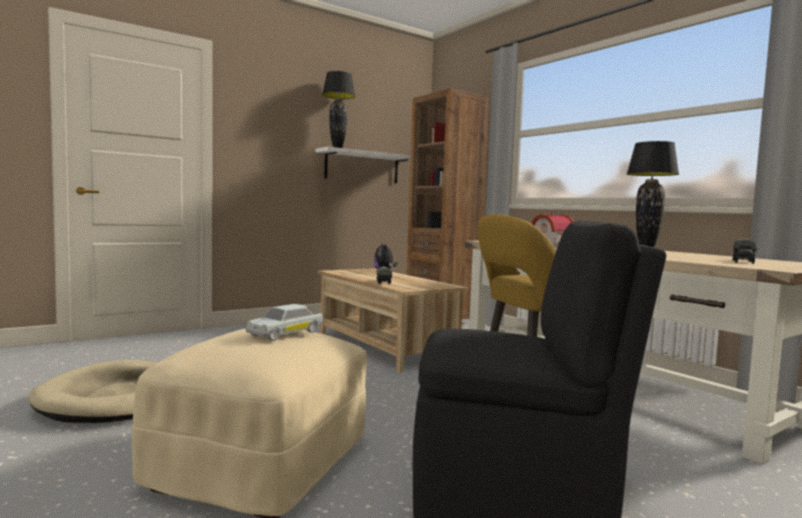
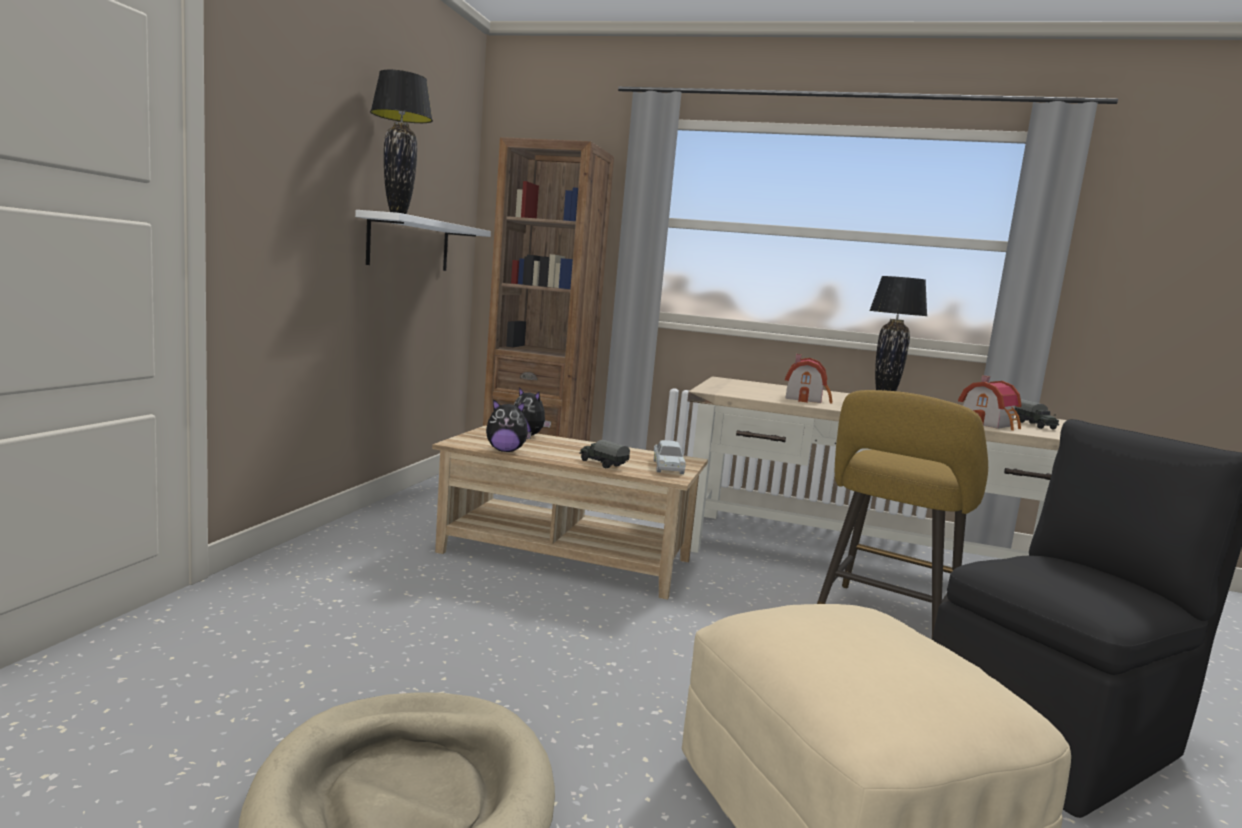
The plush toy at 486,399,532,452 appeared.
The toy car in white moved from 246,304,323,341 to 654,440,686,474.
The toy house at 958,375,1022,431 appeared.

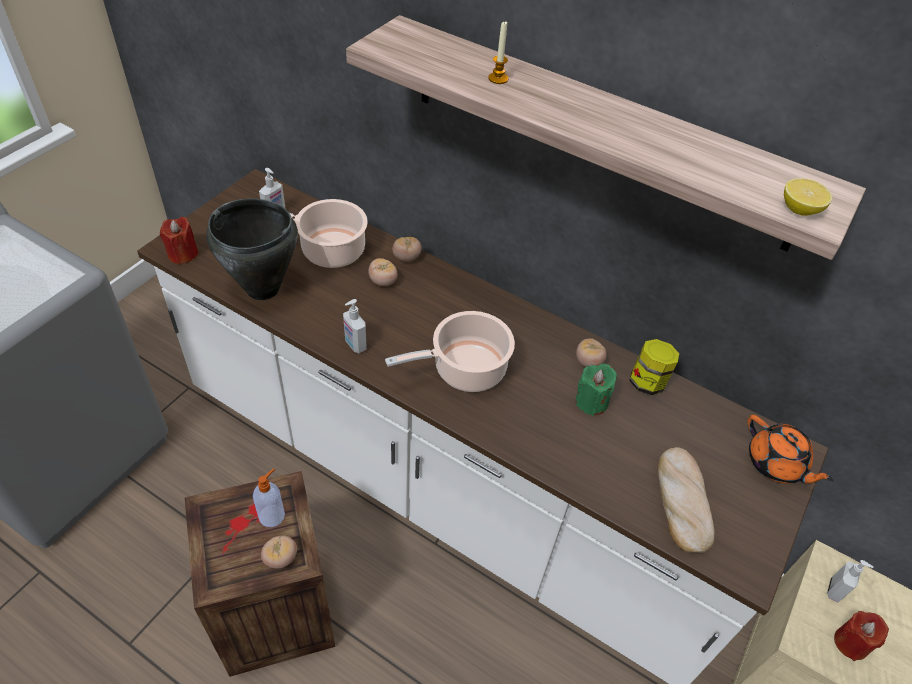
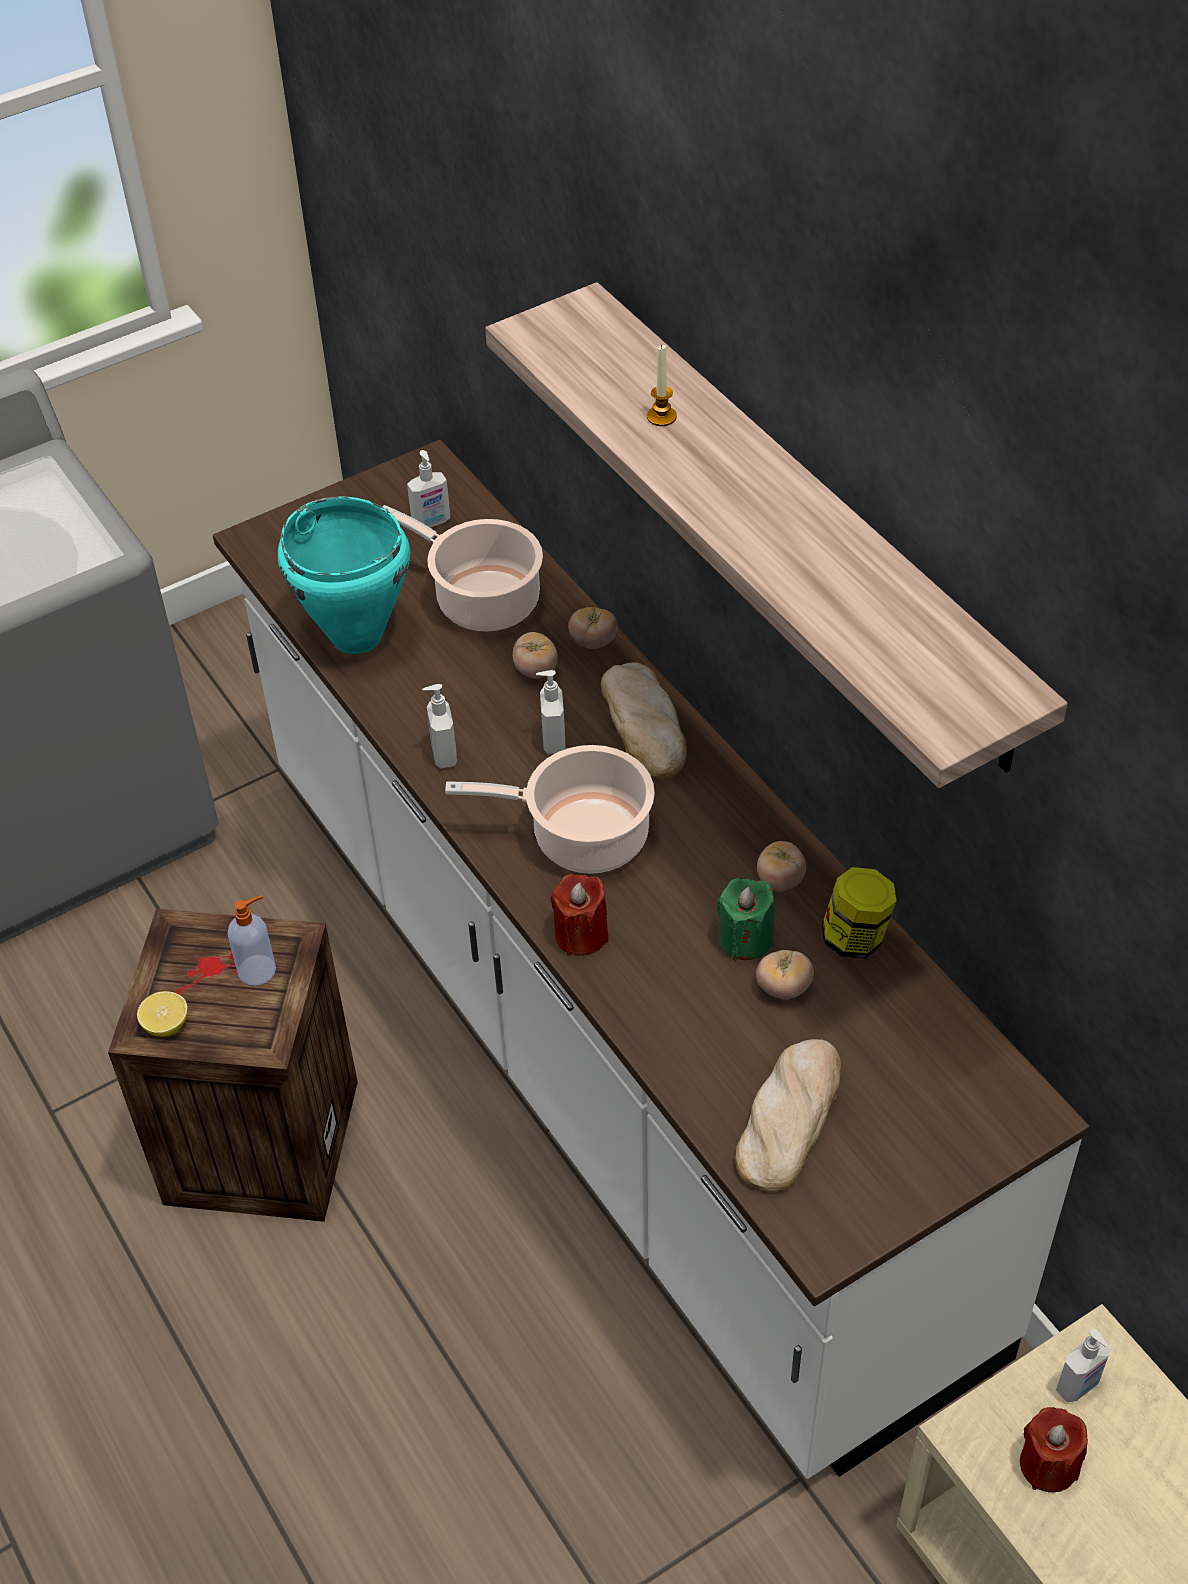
The lemon moved from 784,178,832,216 to 137,991,188,1037.
The cooking pot in black at 206,198,298,300 became the cooking pot in turquoise at 278,496,410,654.
The soap dispenser at 536,670,566,754 appeared.
The candle in red moved from 160,217,199,265 to 551,874,609,956.
The bread at 601,662,687,779 appeared.
The tomato moved from 261,535,297,569 to 756,950,814,999.
The teapot in orange at 748,415,834,484 disappeared.

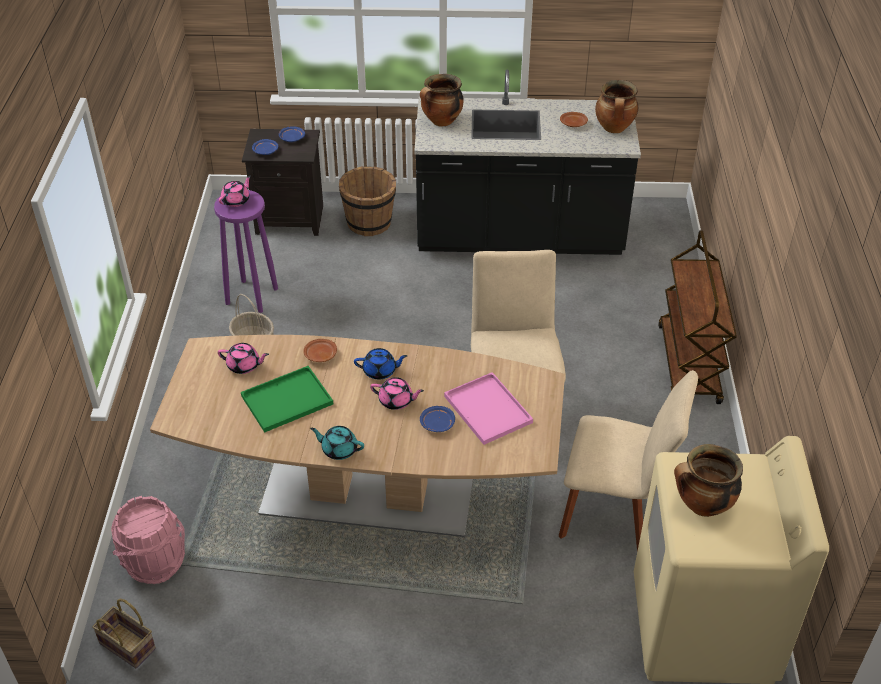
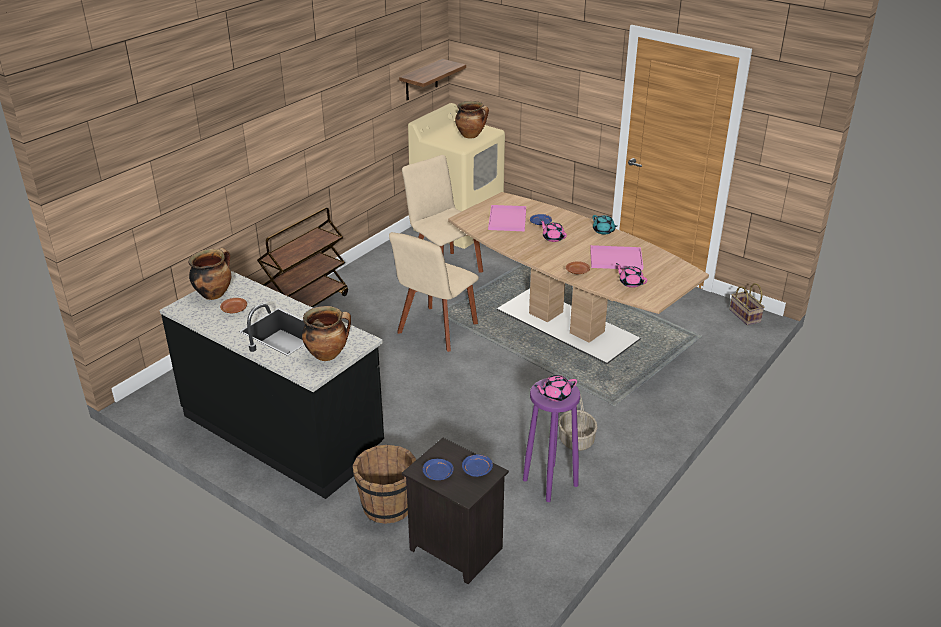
The shelf at 399,59,466,100 appeared.
The tray in green at 241,366,333,433 became the tray in pink at 590,245,643,270.
The bucket in pink at 111,496,185,584 disappeared.
The teapot in blue at 354,348,407,379 disappeared.

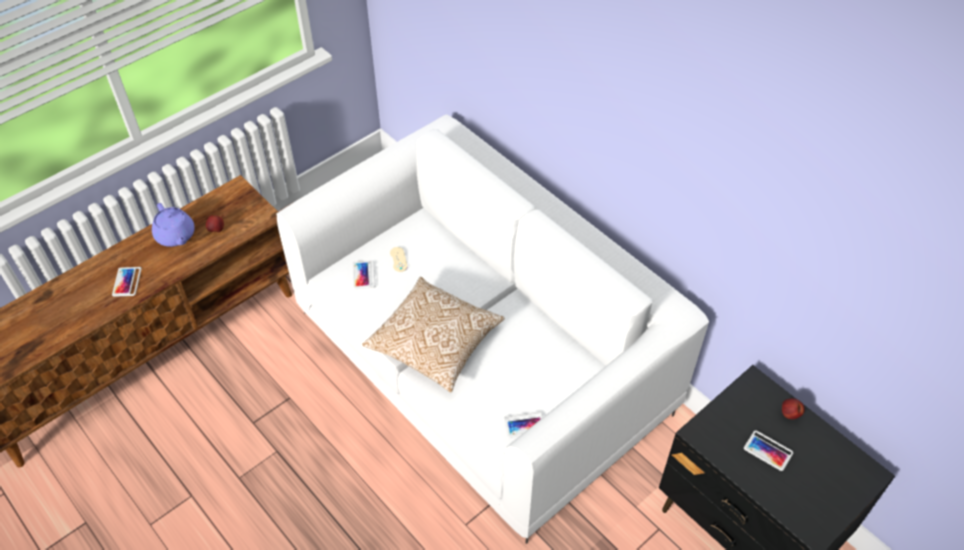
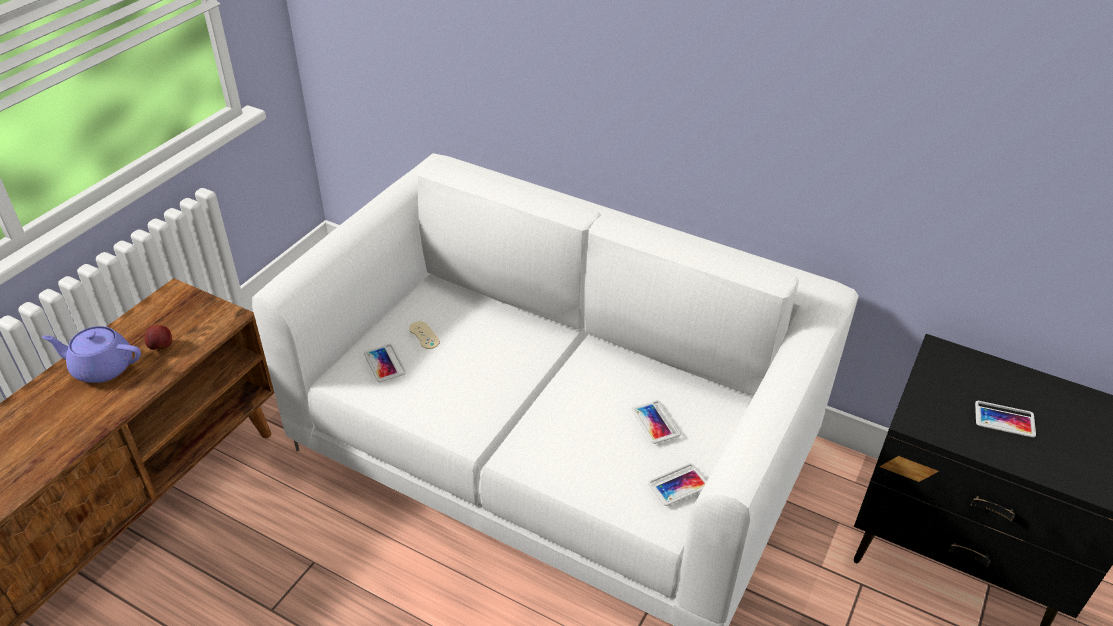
The teapot in purple at 152,203,195,247 turned 150 degrees clockwise.
The phone moved from 112,267,141,297 to 631,400,681,444.
The pillow at 362,277,505,392 disappeared.
The apple at 782,398,805,419 disappeared.

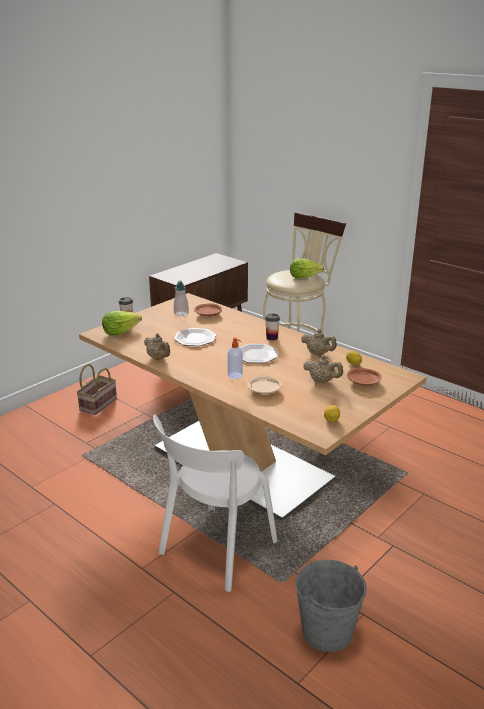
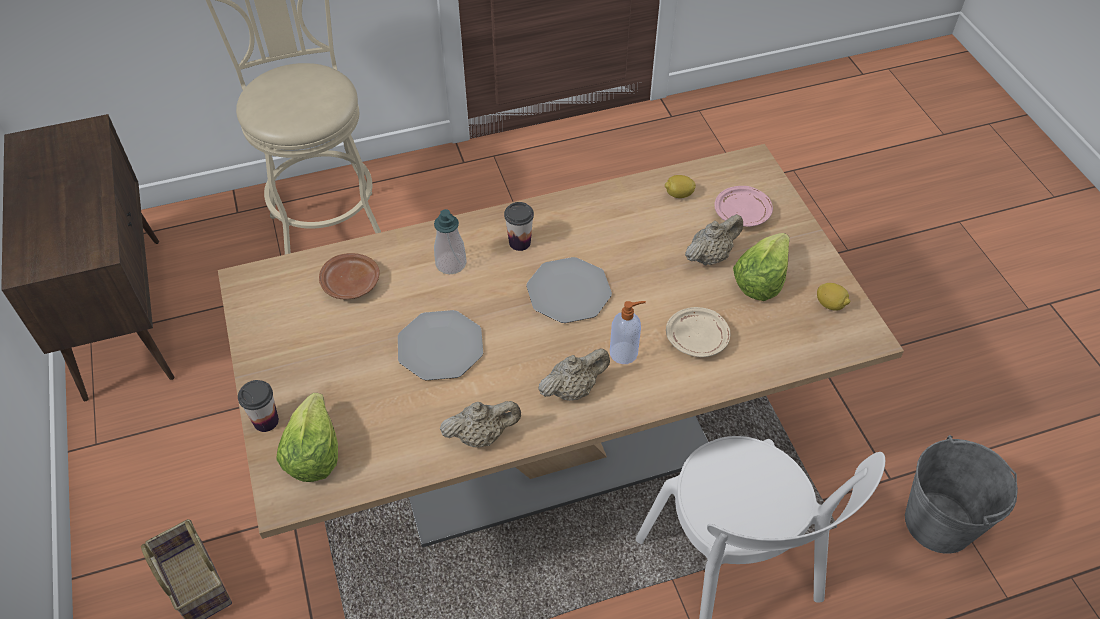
The soap dispenser moved from 174,281,189,317 to 434,209,467,274.
The teapot in beige moved from 301,329,337,355 to 538,348,610,401.
The plate in brown at 347,368,382,386 became the plate in pink at 714,186,773,227.
The lettuce moved from 290,258,324,278 to 733,233,790,301.

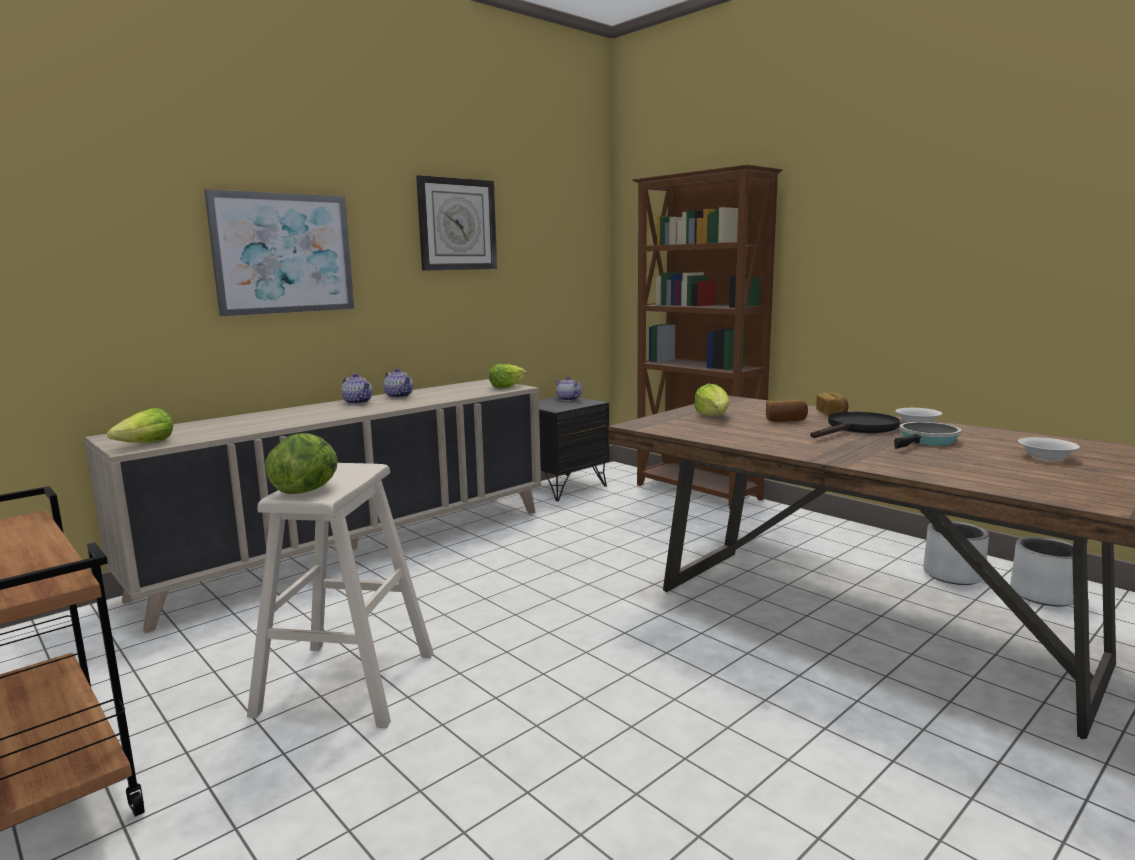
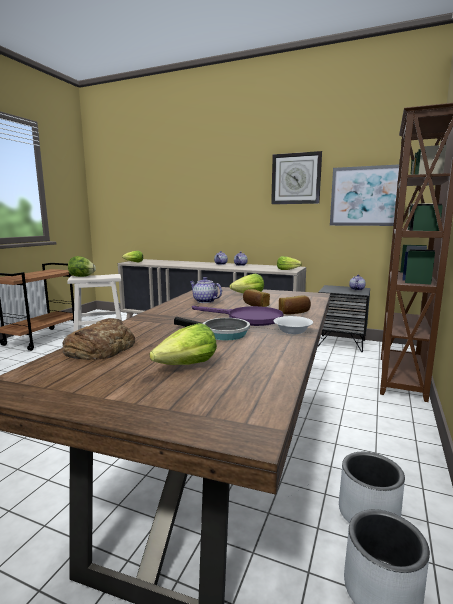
The bread at 63,318,135,360 appeared.
The bowl in white at 1018,437,1080,461 was replaced by the lettuce at 150,323,217,365.
The teapot at 190,277,222,303 appeared.
The frying pan in black at 810,412,900,438 became the frying pan in purple at 192,306,283,326.
The picture moved from 204,189,354,316 to 330,164,399,226.

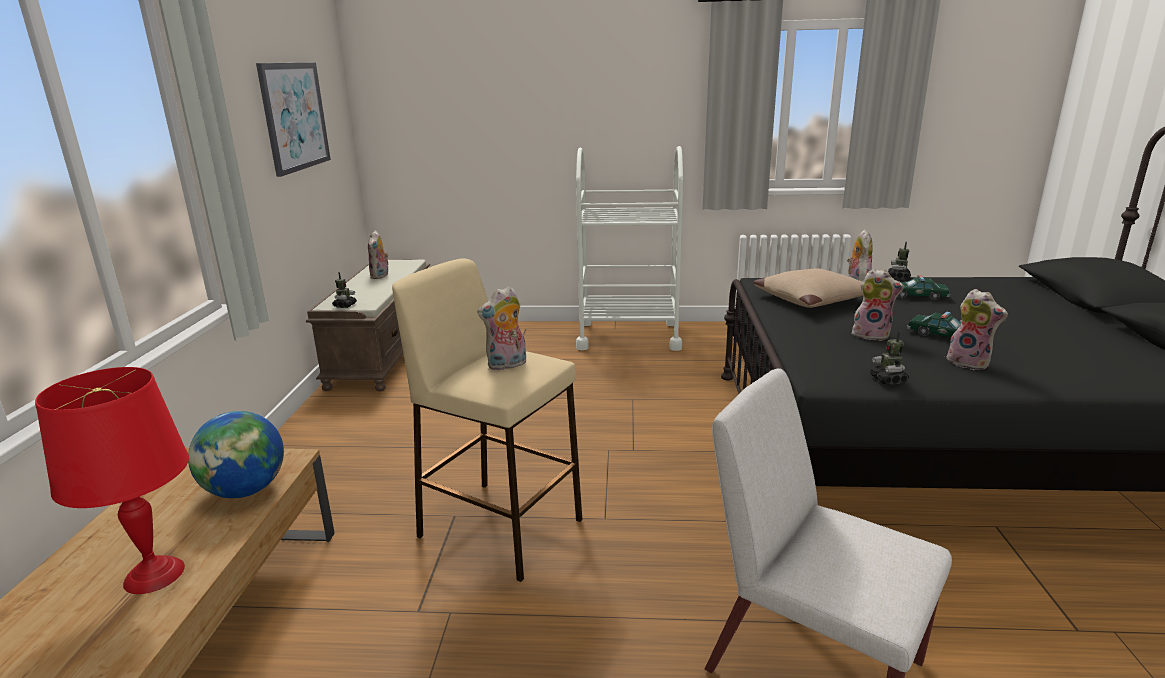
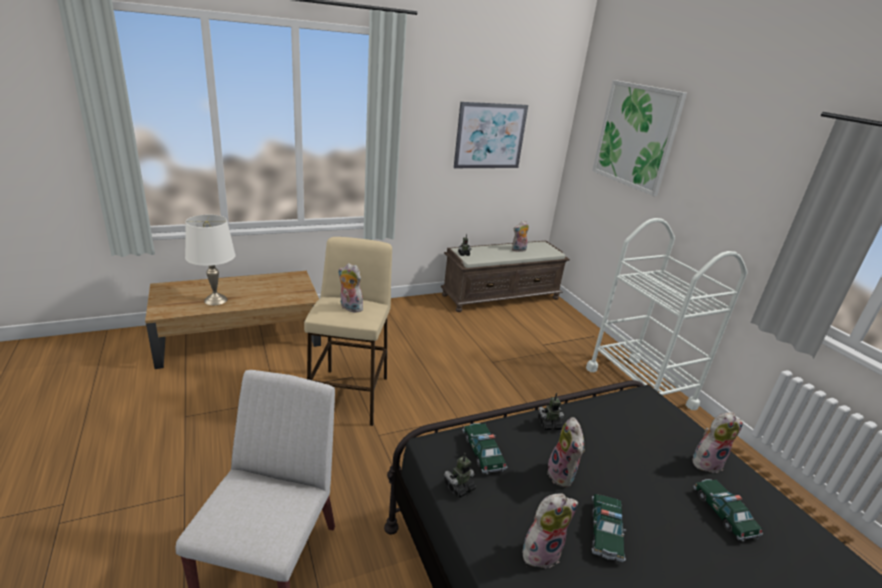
The table lamp in red at 35,367,189,594 became the table lamp in white at 185,215,236,305.
The toy car at 463,423,507,474 appeared.
The plush toy at 946,289,1008,370 turned 135 degrees counterclockwise.
The toy robot moved from 888,242,911,279 to 539,393,564,430.
The picture at 592,80,687,196 appeared.
The globe at 188,411,284,498 disappeared.
The pillow in beige at 753,268,863,308 disappeared.

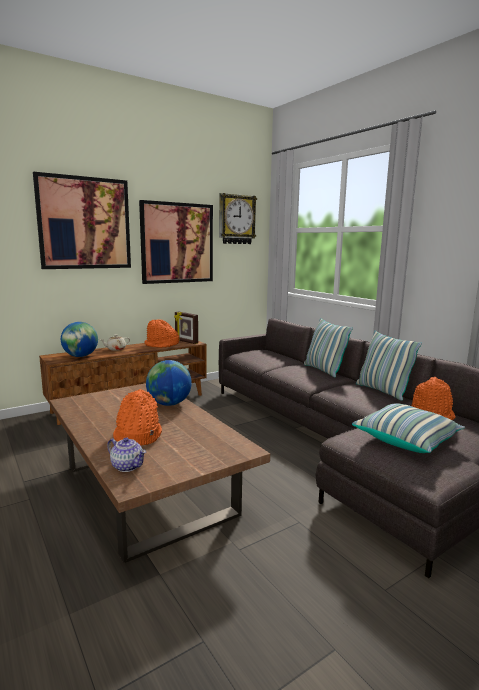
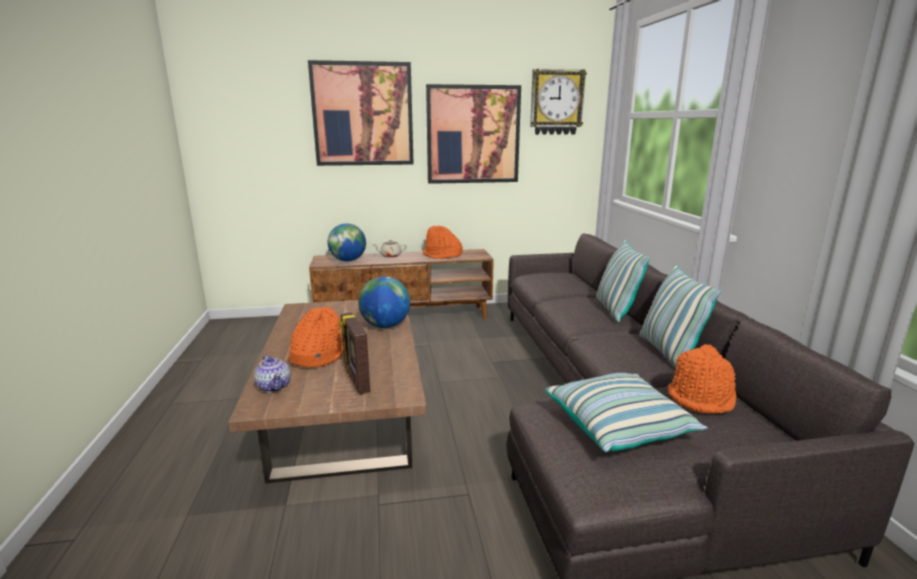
The picture frame moved from 174,312,198,344 to 339,312,370,395.

